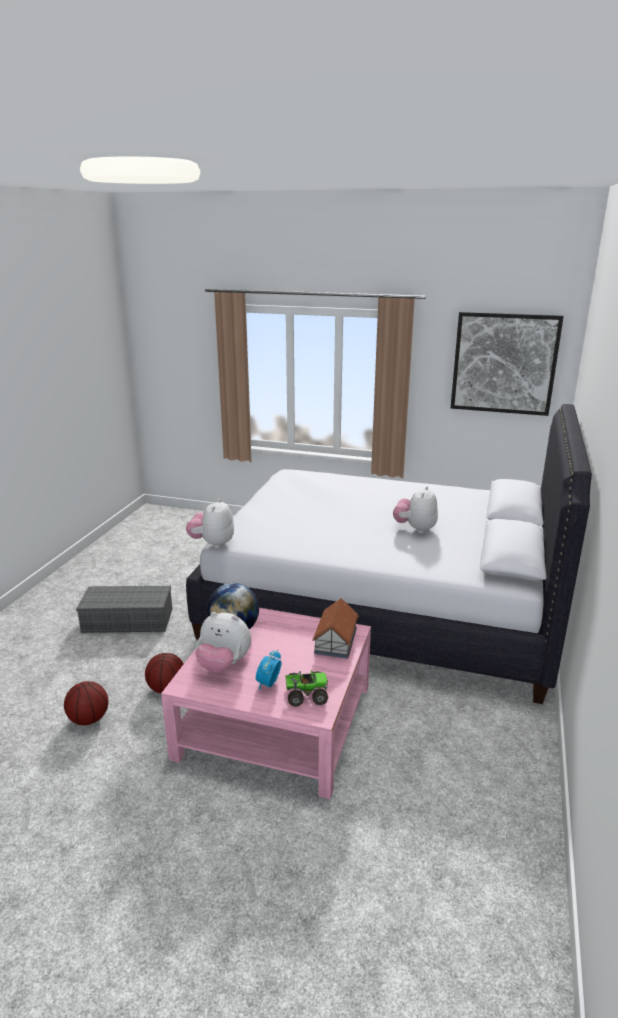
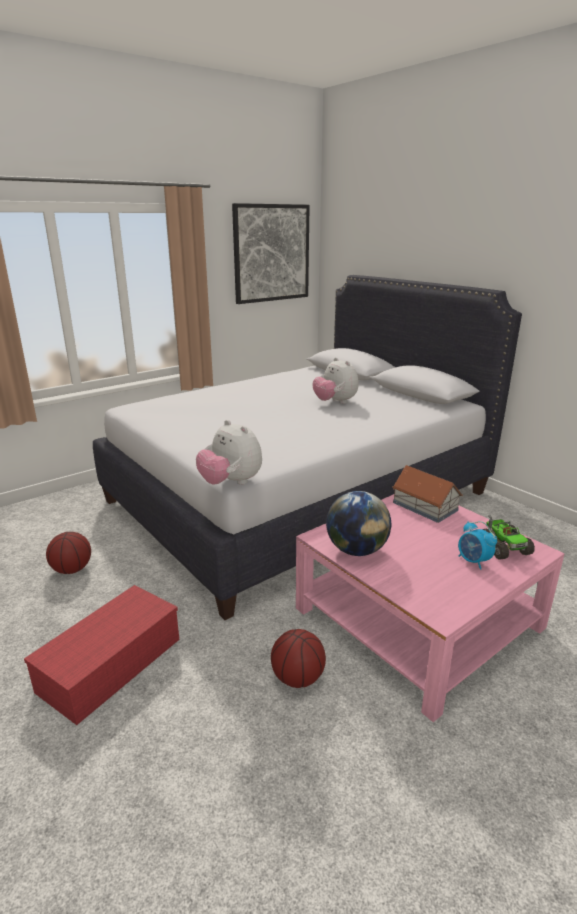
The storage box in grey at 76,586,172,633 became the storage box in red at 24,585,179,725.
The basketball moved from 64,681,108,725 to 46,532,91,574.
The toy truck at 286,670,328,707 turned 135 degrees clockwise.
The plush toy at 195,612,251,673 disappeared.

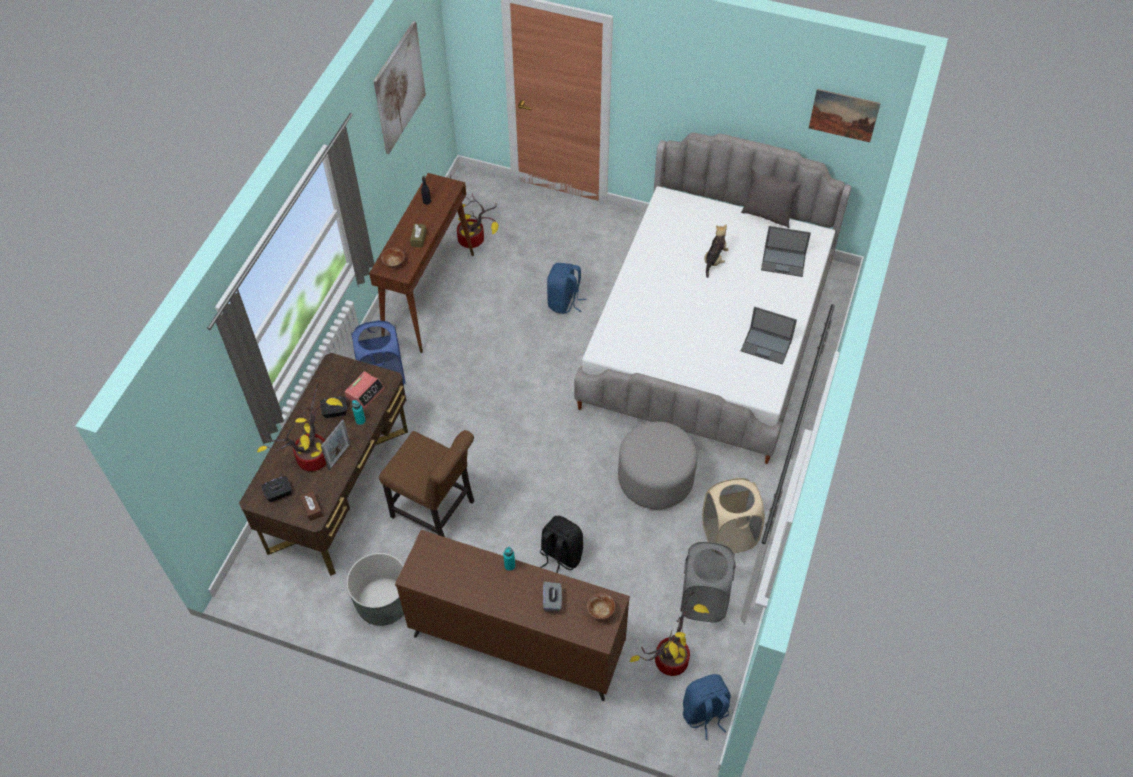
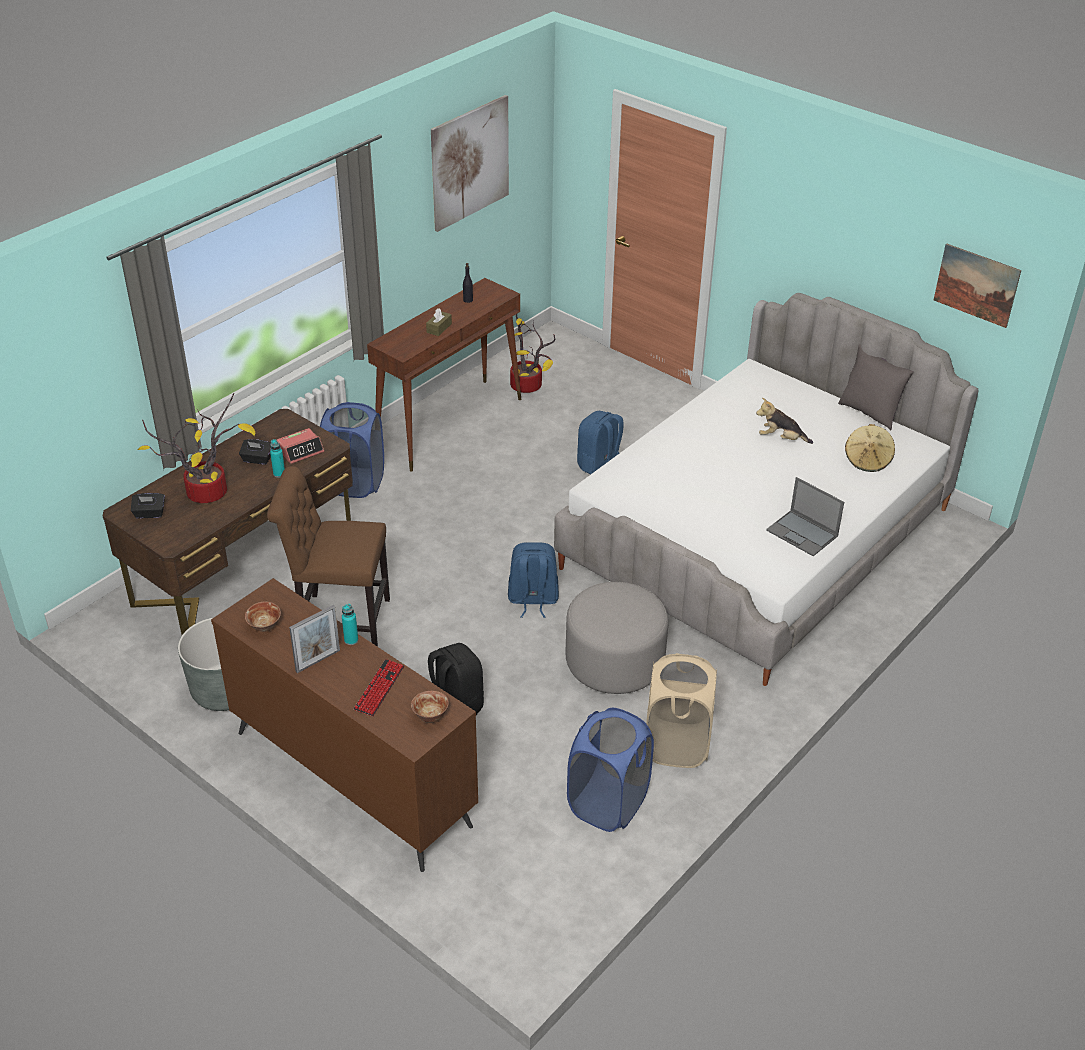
The bowl moved from 381,248,405,268 to 245,601,281,632.
The chair in brown at 379,430,474,537 turned 135 degrees clockwise.
The picture frame moved from 321,420,350,470 to 289,605,340,673.
The tissue box in grey at 543,582,562,611 was replaced by the keyboard at 354,659,404,716.
The backpack in blue moved from 683,674,731,740 to 508,542,559,618.
The laundry basket in grey at 680,542,736,622 became the laundry basket in blue at 567,708,654,832.
The plush toy at 704,224,729,278 turned 120 degrees counterclockwise.
The laptop at 761,226,811,277 was replaced by the hat in beige at 845,424,895,472.
The tissue box in brown at 300,491,323,521 disappeared.
The potted plant at 629,592,709,676 disappeared.

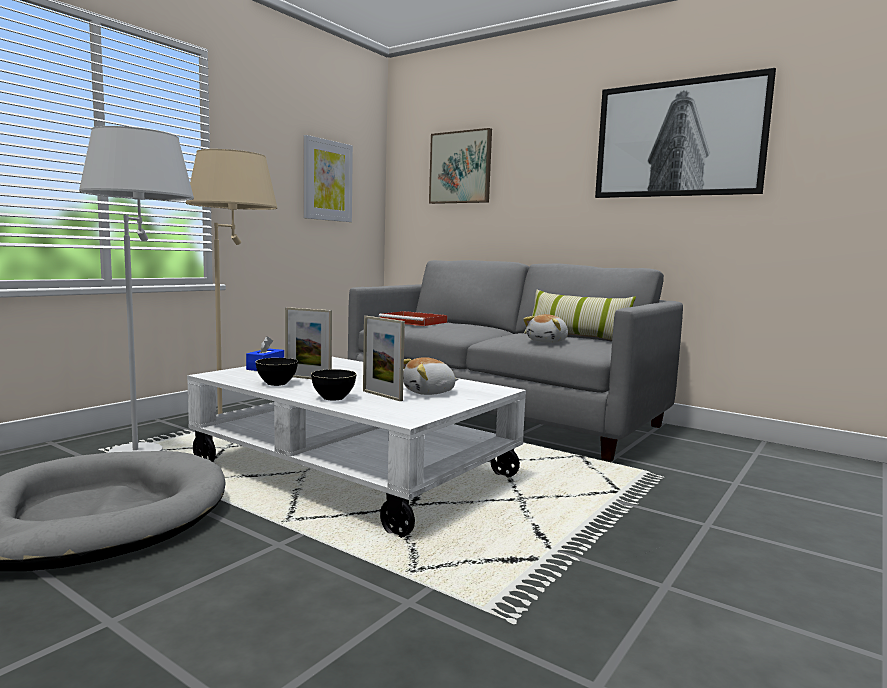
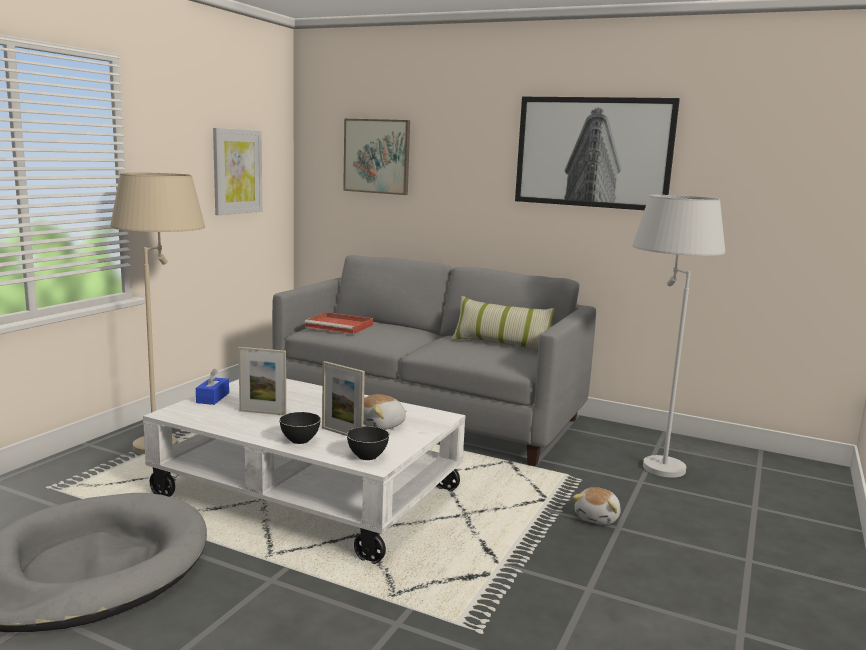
The bowl in black moved from 255,358,298,386 to 347,426,389,460.
The plush toy moved from 523,314,568,343 to 573,487,621,525.
The floor lamp in white moved from 79,126,194,453 to 633,195,725,478.

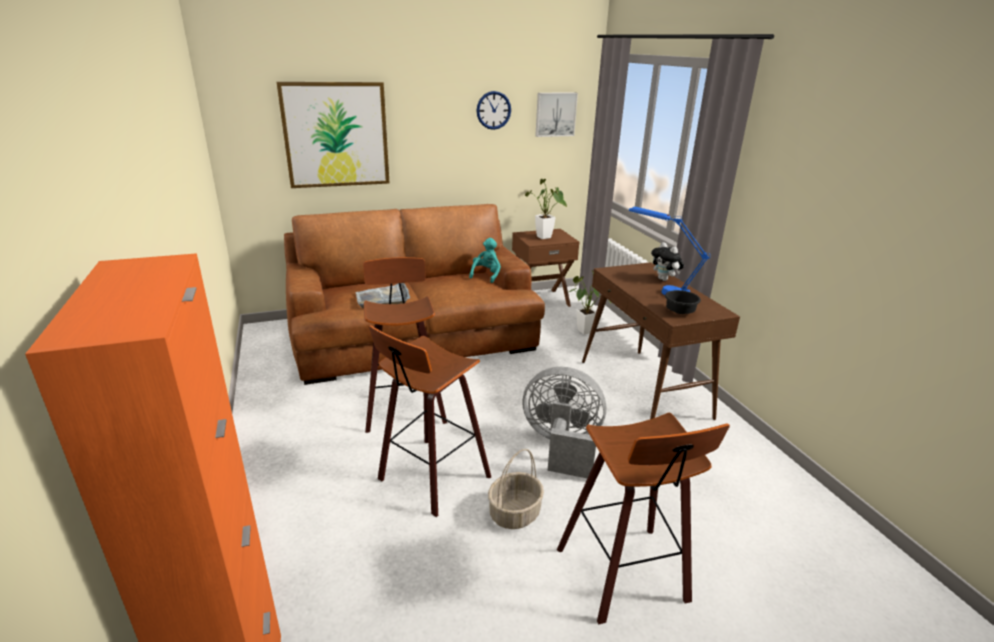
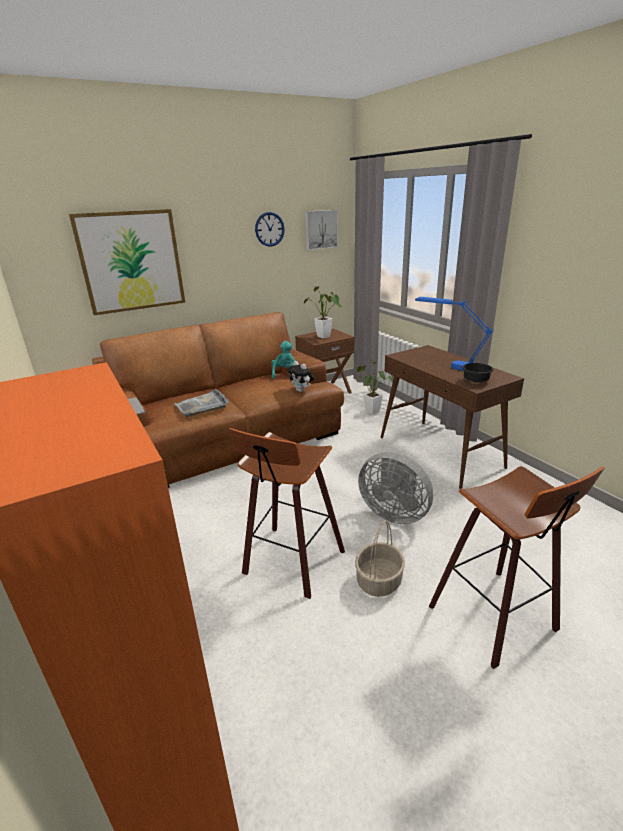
The plush toy moved from 651,242,684,281 to 287,361,314,392.
The fan in grey at 522,367,606,478 turned 150 degrees counterclockwise.
The stool at 363,257,447,433 disappeared.

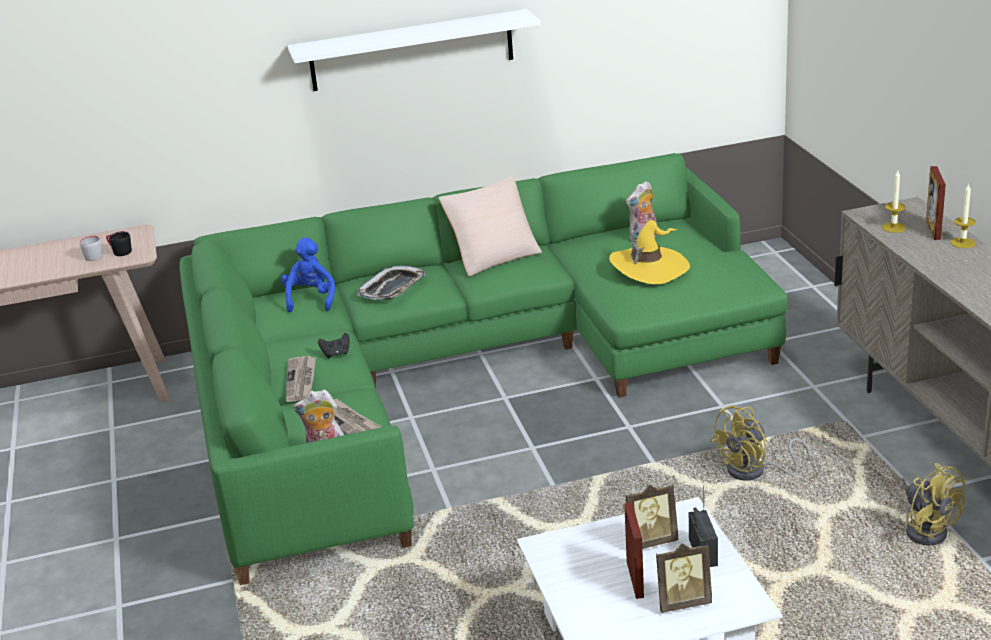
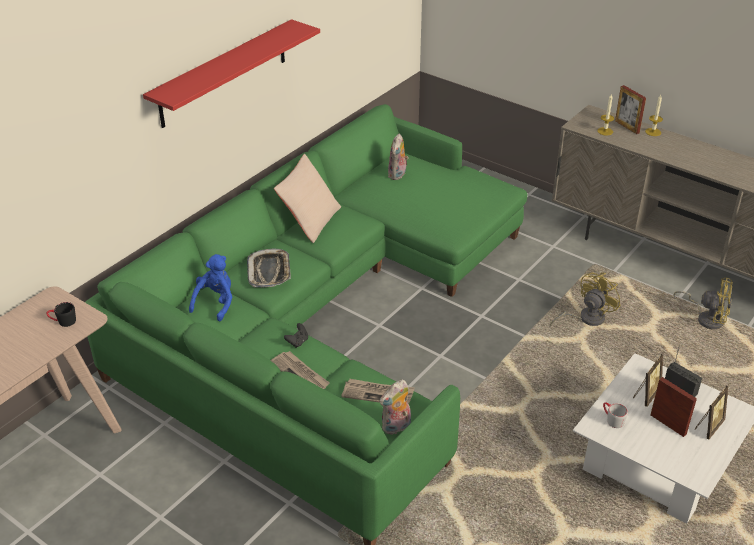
The shelf in white at 288,9,541,91 became the shelf in red at 143,19,320,128.
The plush toy in blue at 281,238,335,312 turned 60 degrees clockwise.
The fan in yellow at 710,405,811,481 turned 150 degrees counterclockwise.
The mug in grey moved from 79,236,103,261 to 603,402,628,428.
The hat in yellow at 609,220,690,284 disappeared.

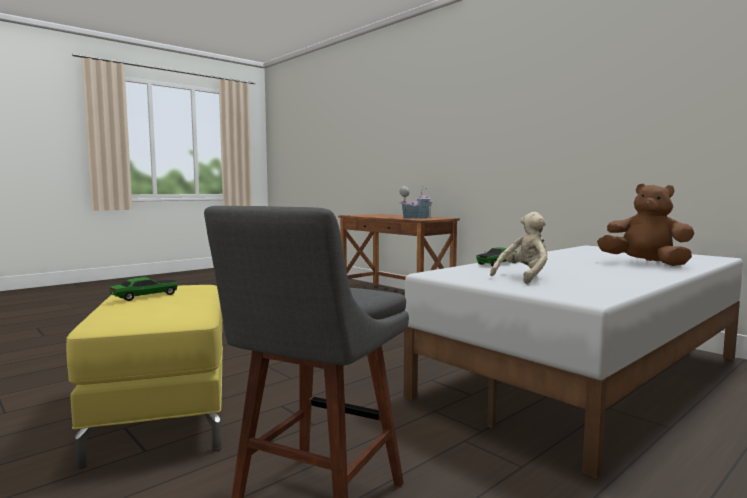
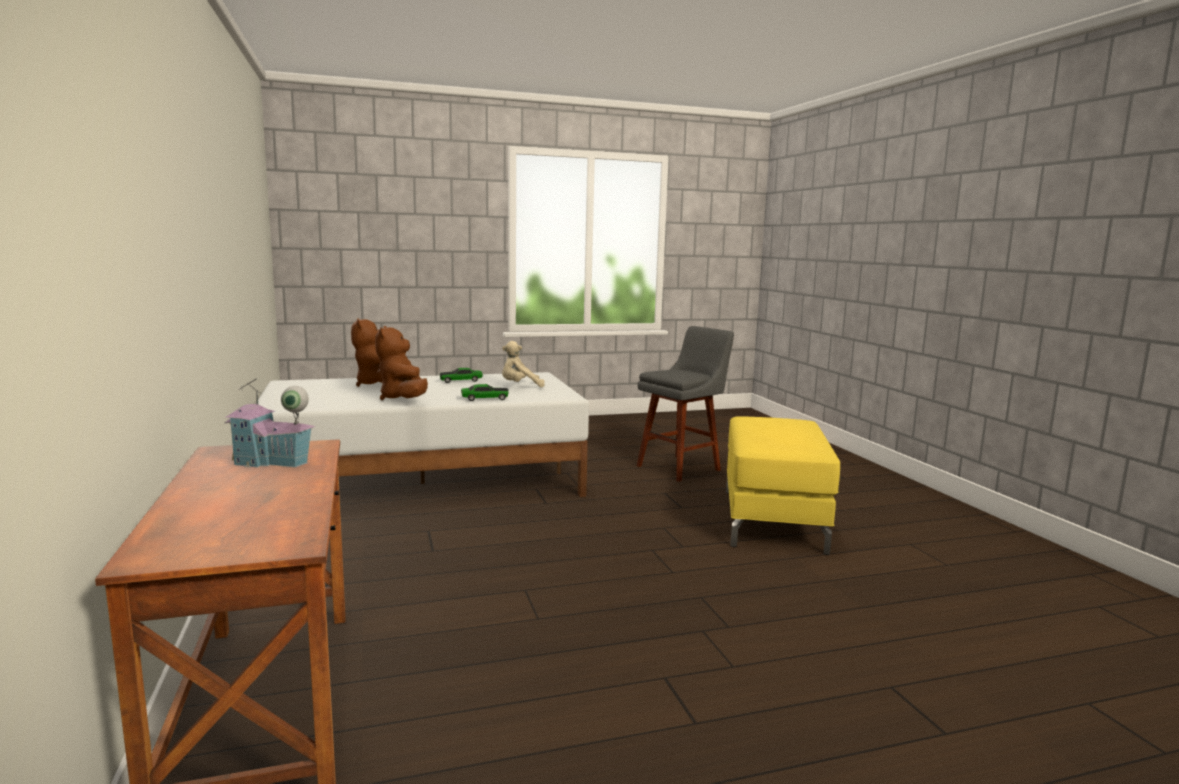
The plush toy in brown at 375,326,428,400 appeared.
The toy car moved from 109,277,178,301 to 440,368,483,383.

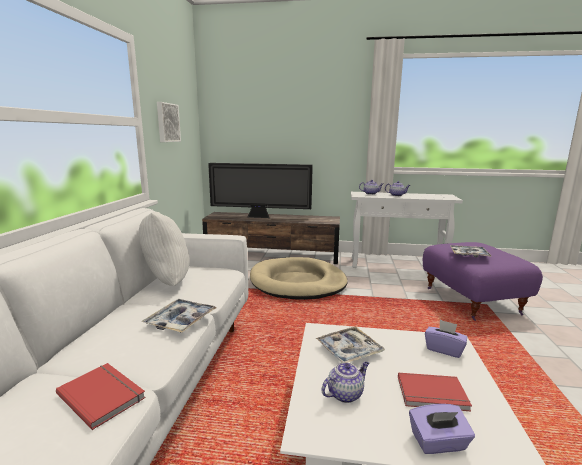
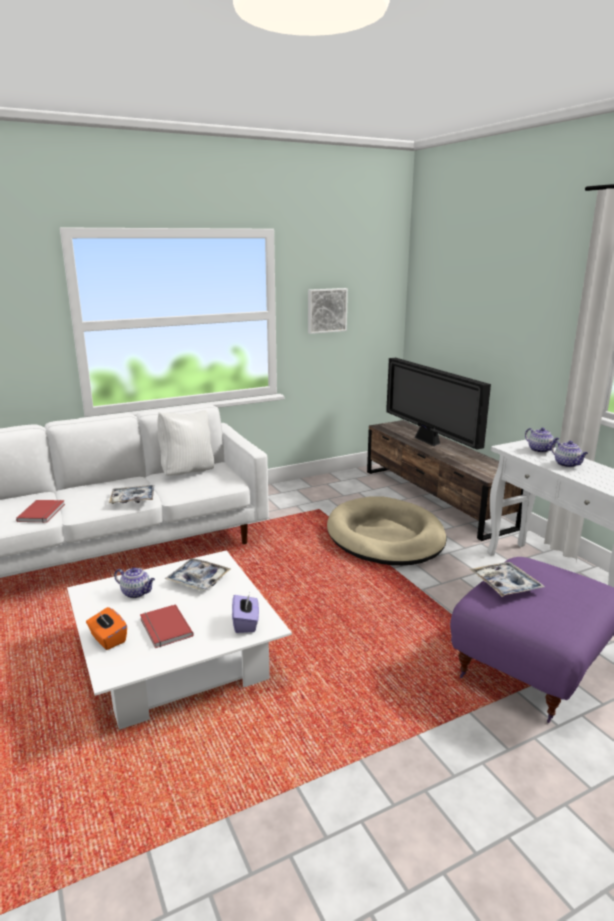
The tissue box in purple at 409,404,475,454 became the tissue box in orange at 86,607,127,650.

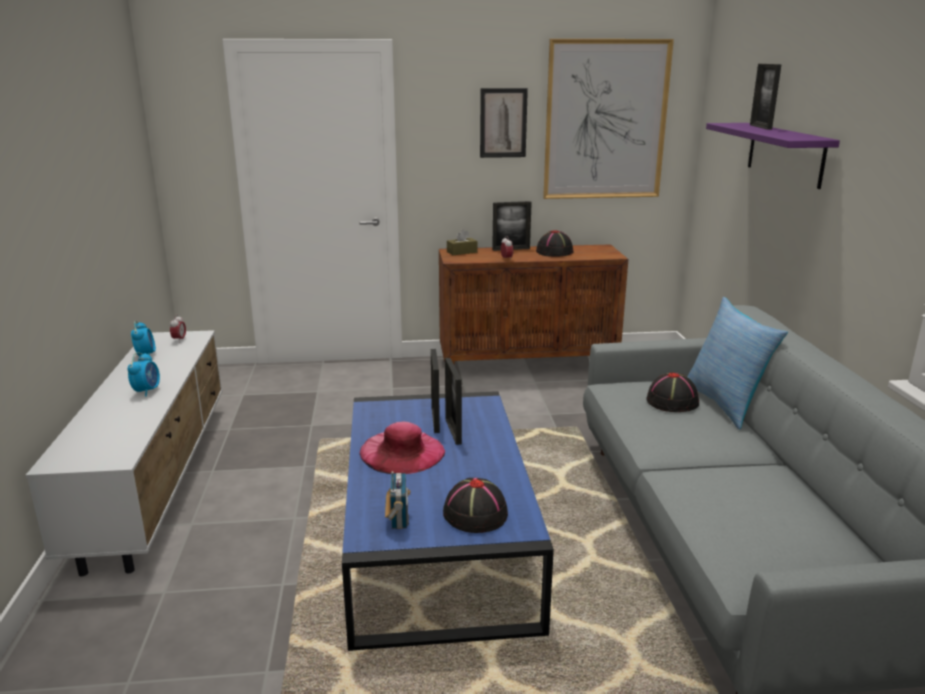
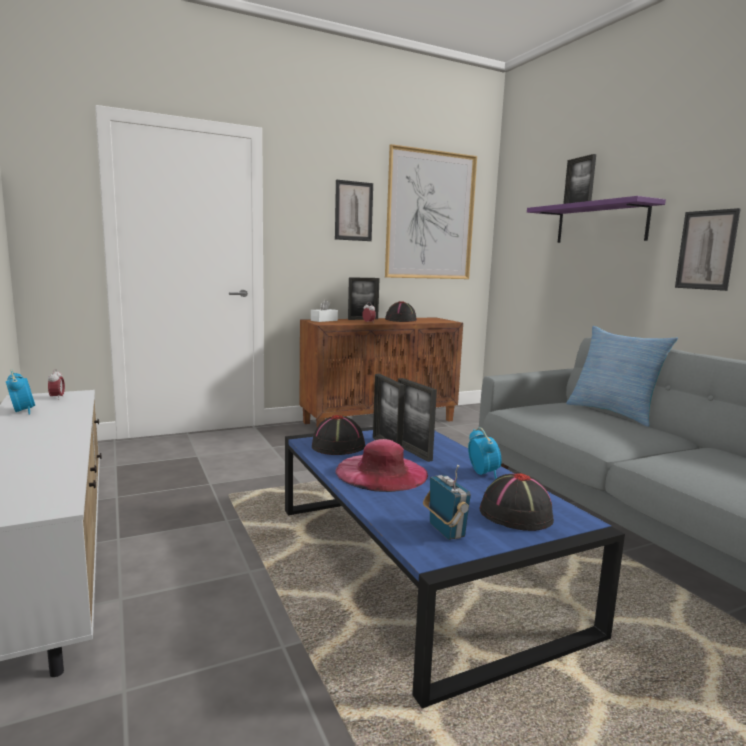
The tissue box in brown at 447,229,478,255 became the tissue box in white at 311,300,338,322.
The hat in black moved from 647,372,699,412 to 312,415,365,455.
The alarm clock moved from 128,352,160,397 to 468,427,502,479.
The picture at 675,208,741,291 appeared.

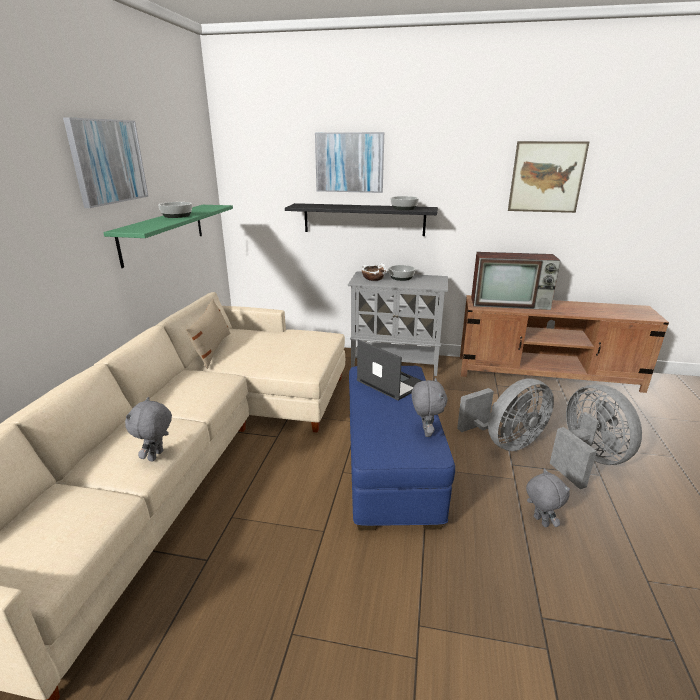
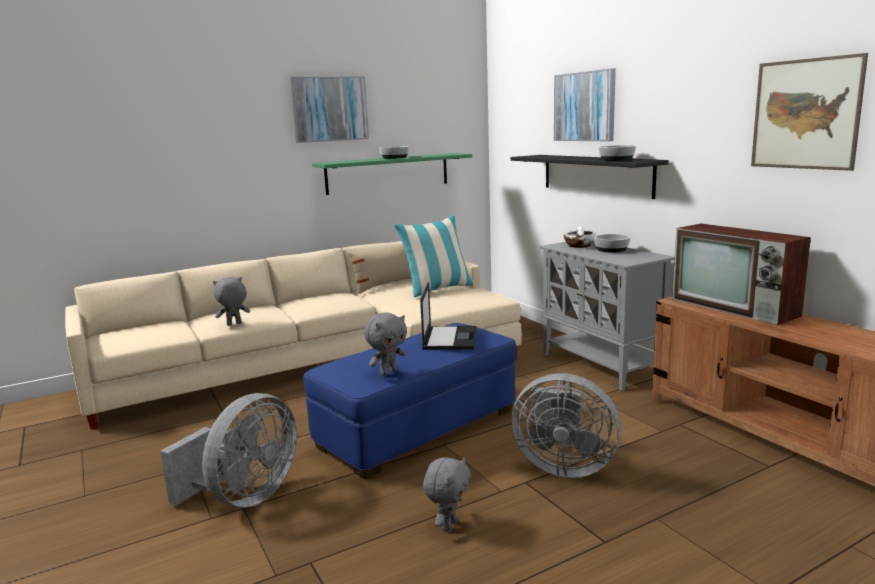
The fan in grey moved from 550,384,642,489 to 160,393,297,508.
The pillow at 394,215,474,297 appeared.

